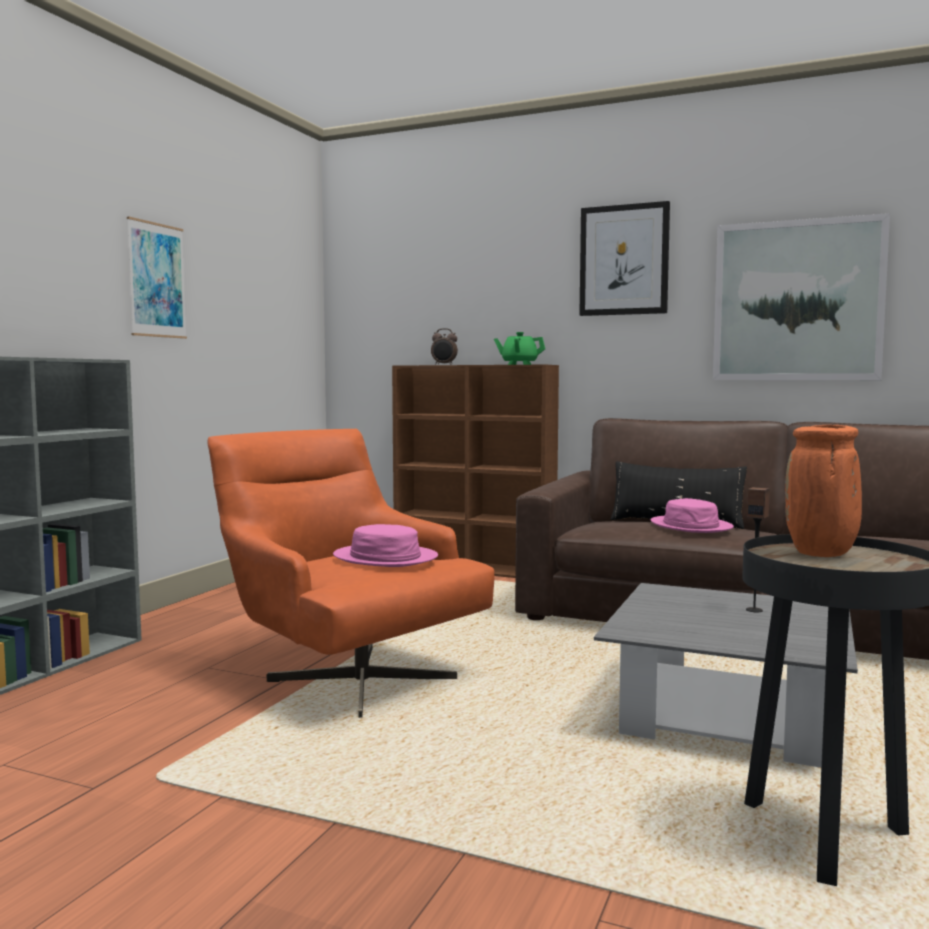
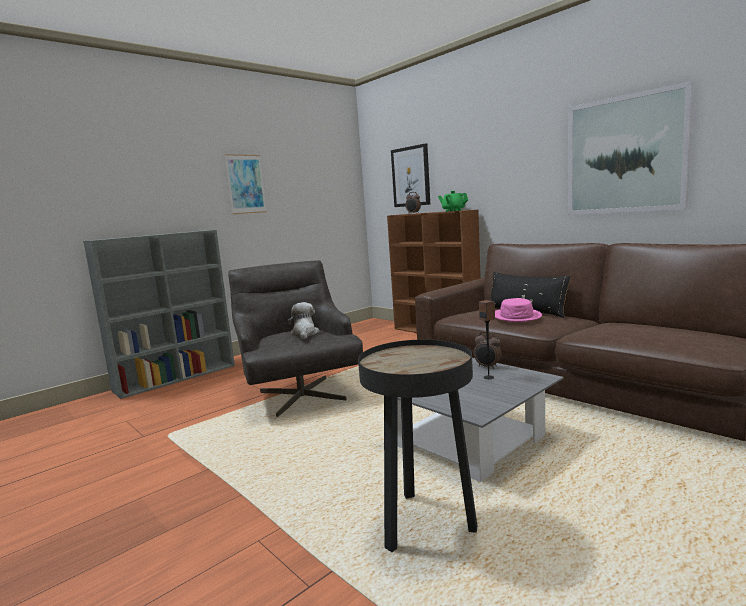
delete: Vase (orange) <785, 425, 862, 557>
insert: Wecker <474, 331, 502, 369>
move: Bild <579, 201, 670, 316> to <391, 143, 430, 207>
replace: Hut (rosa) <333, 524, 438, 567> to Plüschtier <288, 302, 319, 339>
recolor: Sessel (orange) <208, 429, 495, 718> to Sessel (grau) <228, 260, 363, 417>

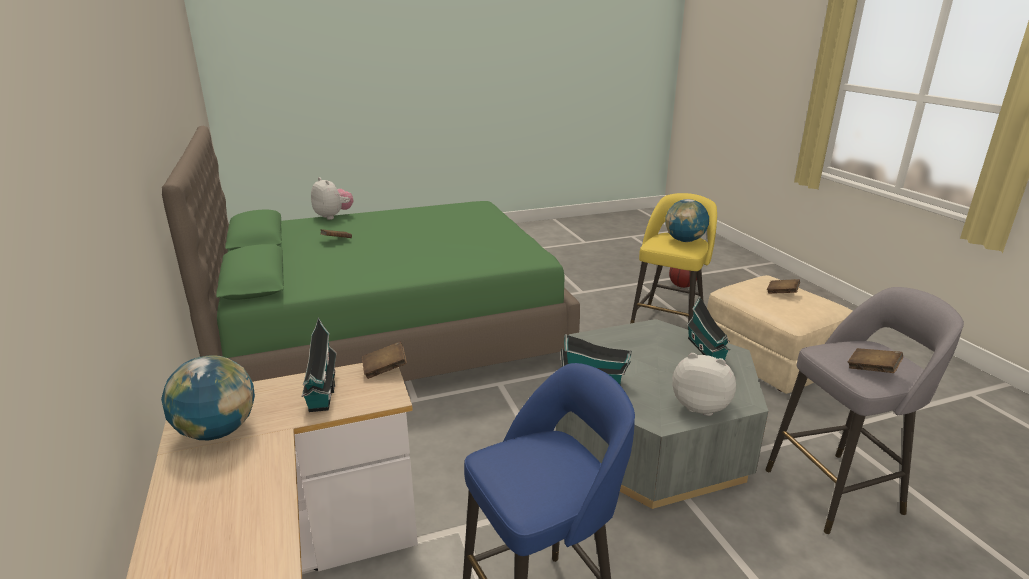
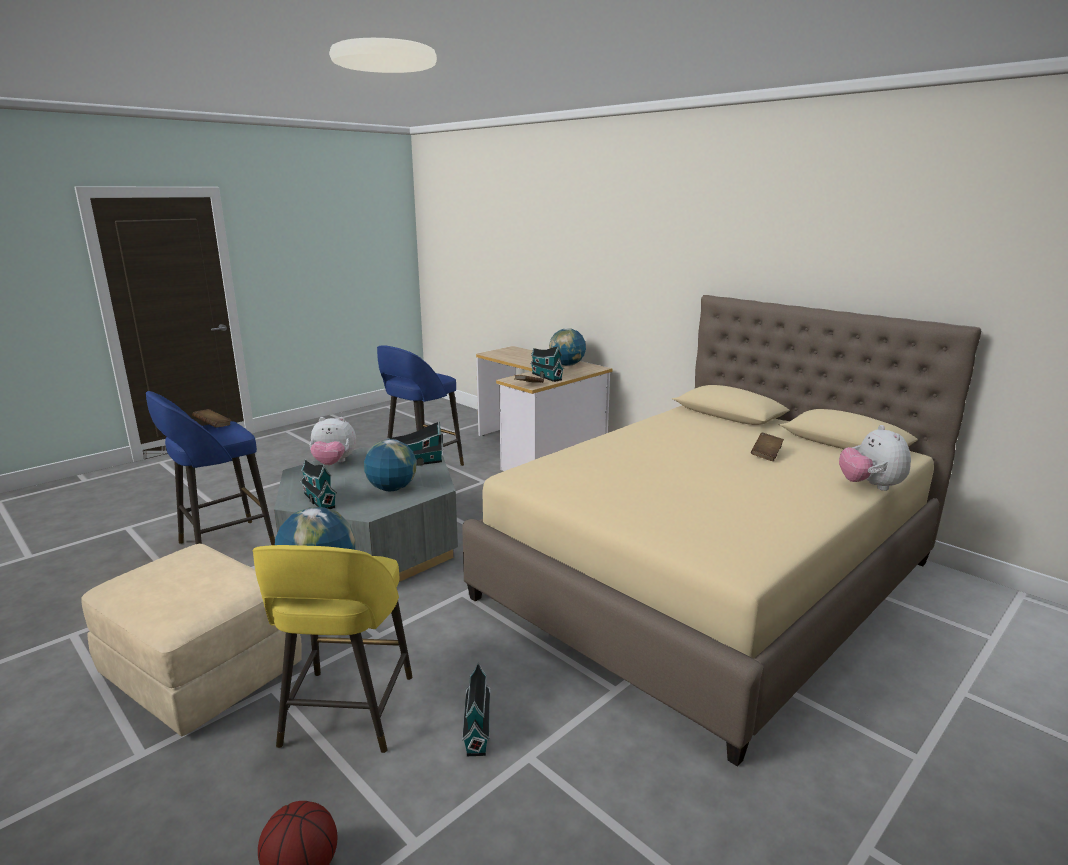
delete: Buch (braun) <767, 279, 800, 294>
insert: Globus <364, 439, 416, 491>; Spielzeughaus <462, 662, 490, 756>
recolor: Bett (grün) <162, 126, 580, 382> to Bett (beige) <463, 295, 981, 767>; Hocker (grau) <765, 287, 964, 534> to Hocker (blau) <146, 391, 275, 545>
rotate: Plüschtier <311, 177, 354, 220> = <839, 425, 911, 491> 60 degrees clockwise

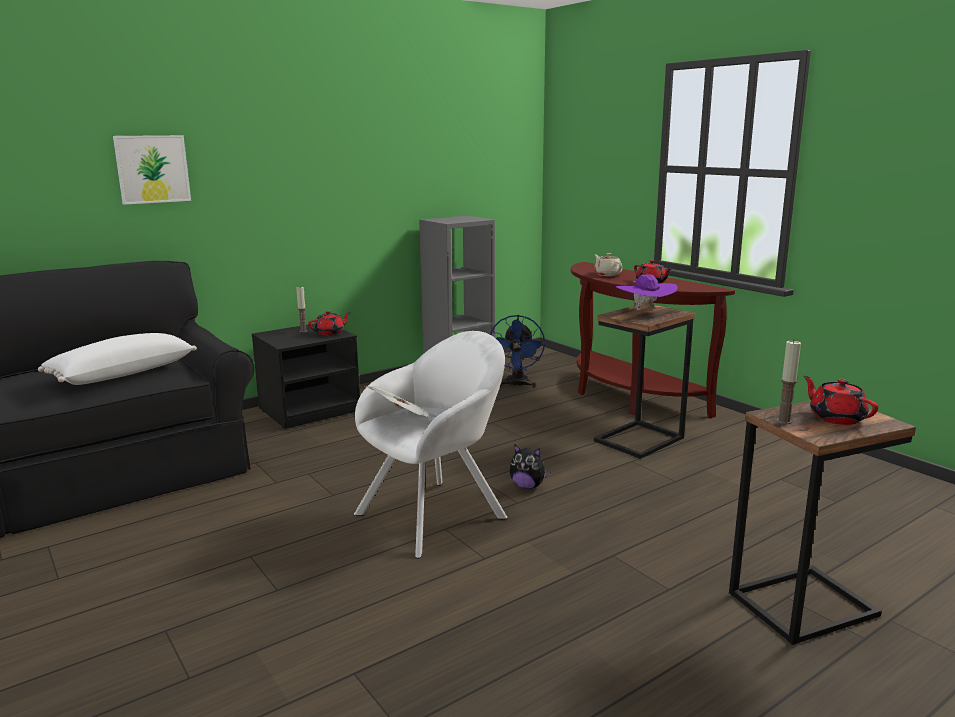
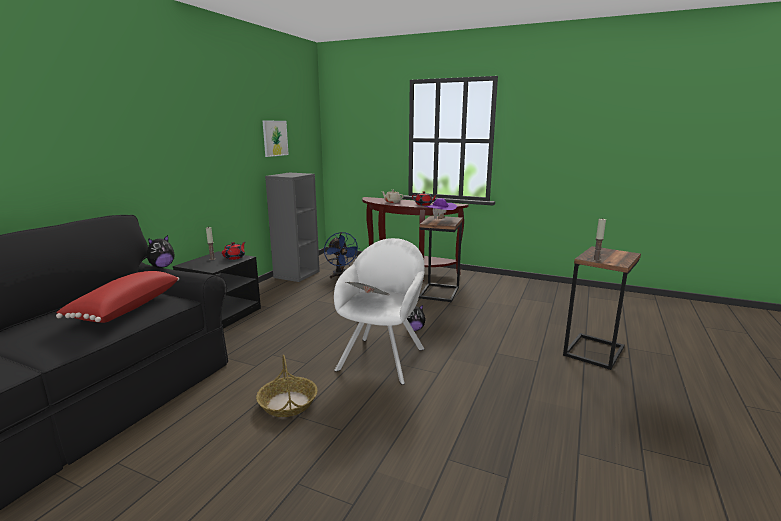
delete: Teekanne (rot) <803, 376, 878, 425>
insert: Plüschtier <147, 235, 175, 268>; Korb <256, 355, 317, 417>
move: Bild <113, 135, 191, 205> to <262, 120, 289, 157>
recolor: Kissen (weiß) <38, 333, 197, 385> to Kissen (rot) <56, 271, 179, 323>

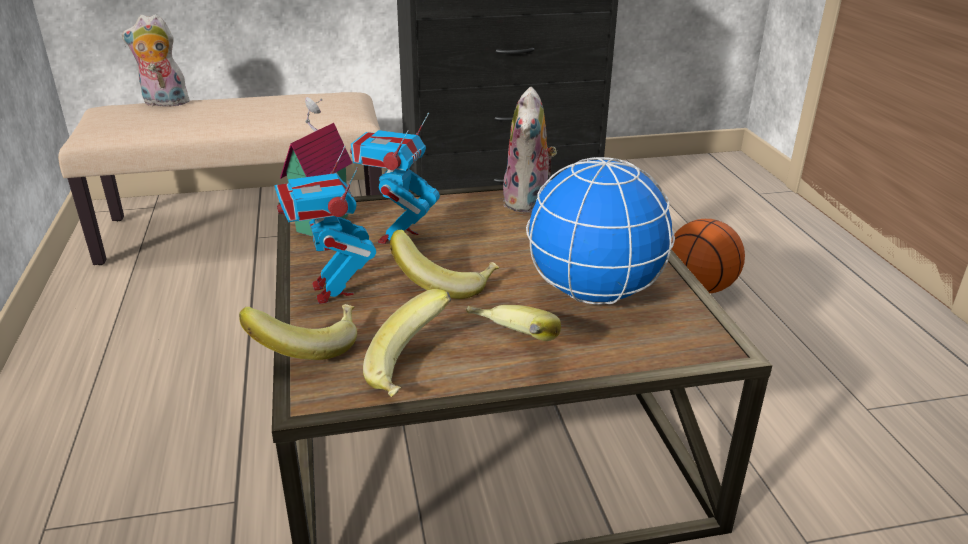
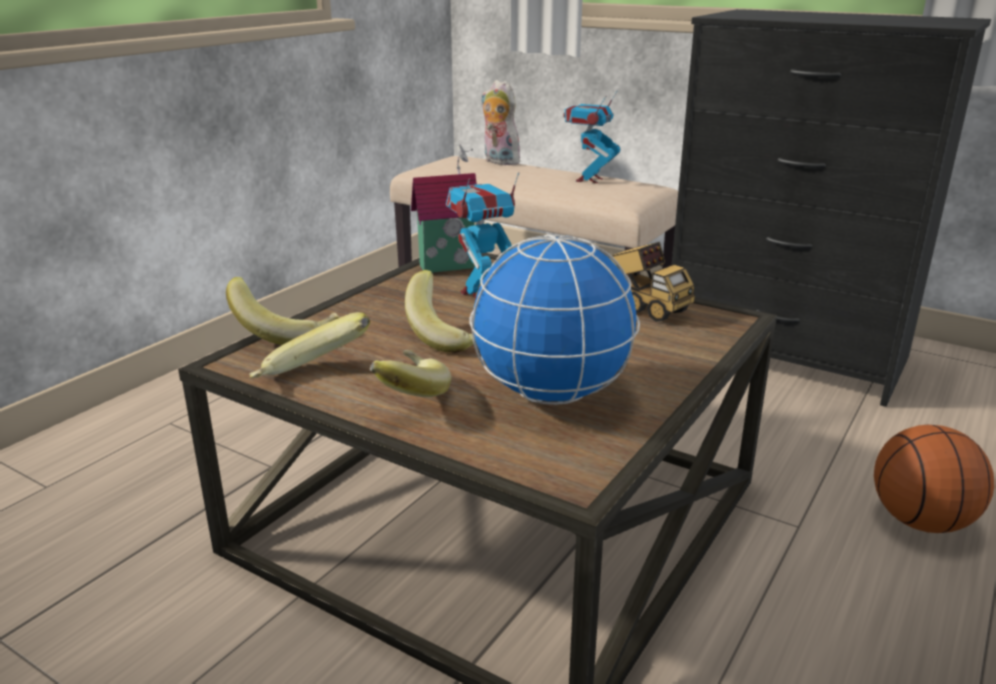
move: Spielzeugroboter <274, 146, 376, 304> to <563, 90, 620, 183>
replace: Plüschtier <503, 87, 557, 212> to Spielzeuglaster <609, 242, 695, 322>

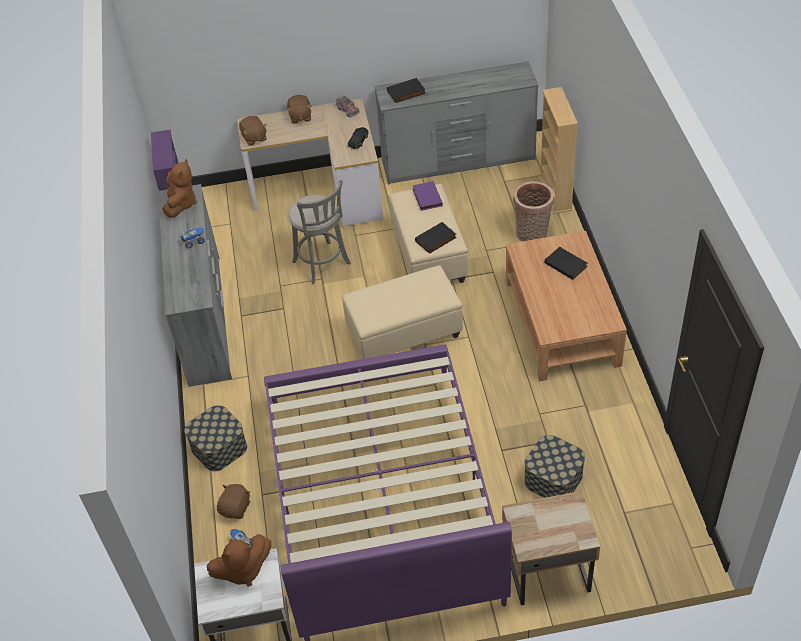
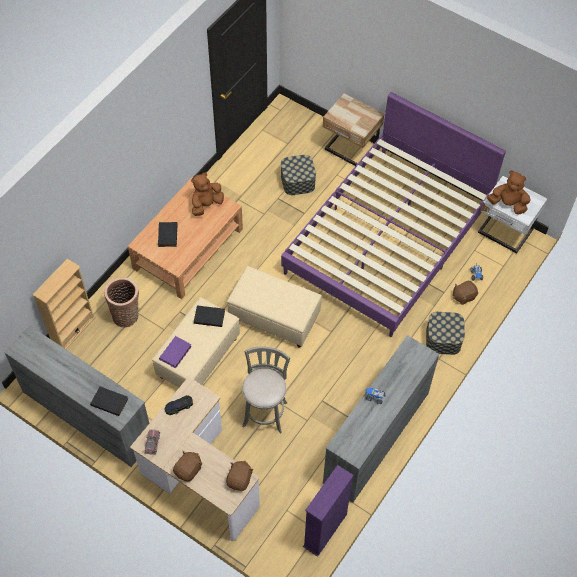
move: Plüschtier (braun) <162, 159, 197, 218> to <191, 173, 224, 216>

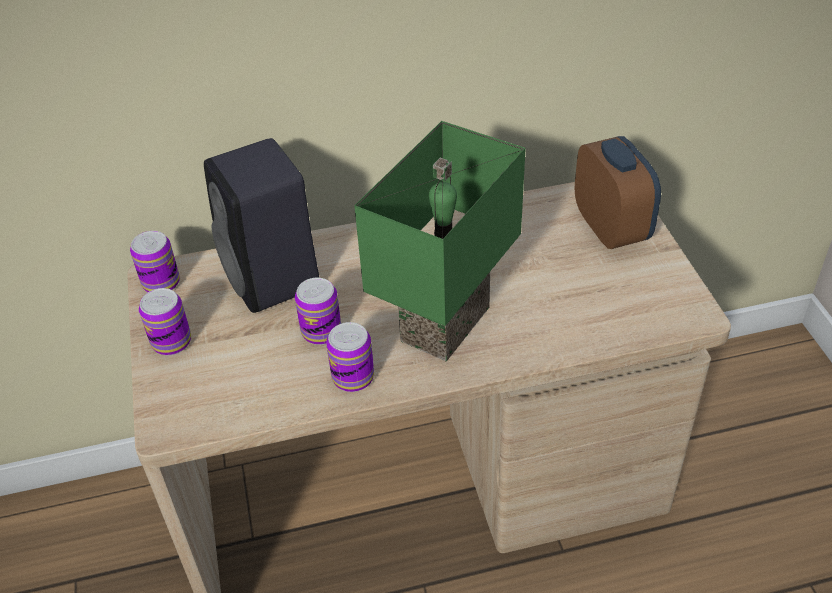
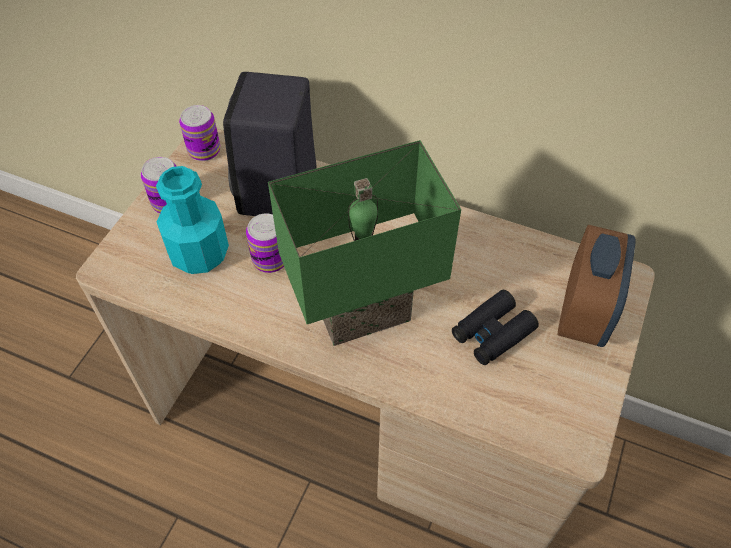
delete: Dose <326, 322, 374, 392>
insert: Flasche (türkis) <156, 166, 229, 274>; Fernglas (schwarz) <452, 290, 539, 365>

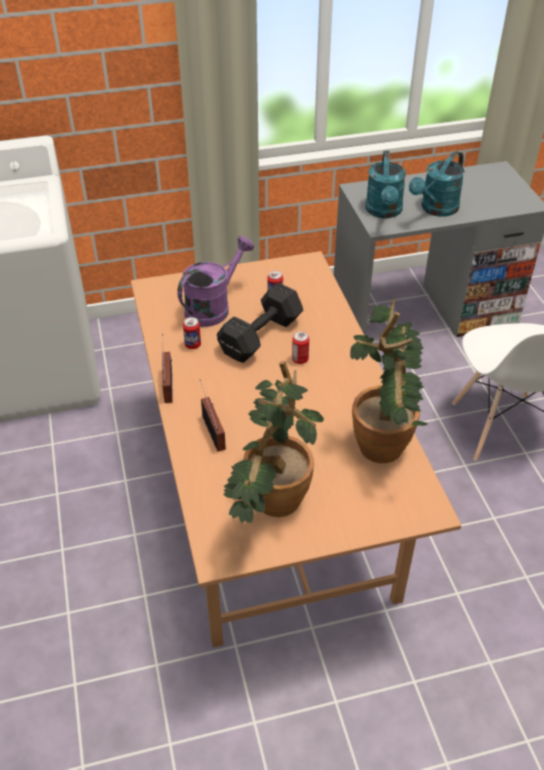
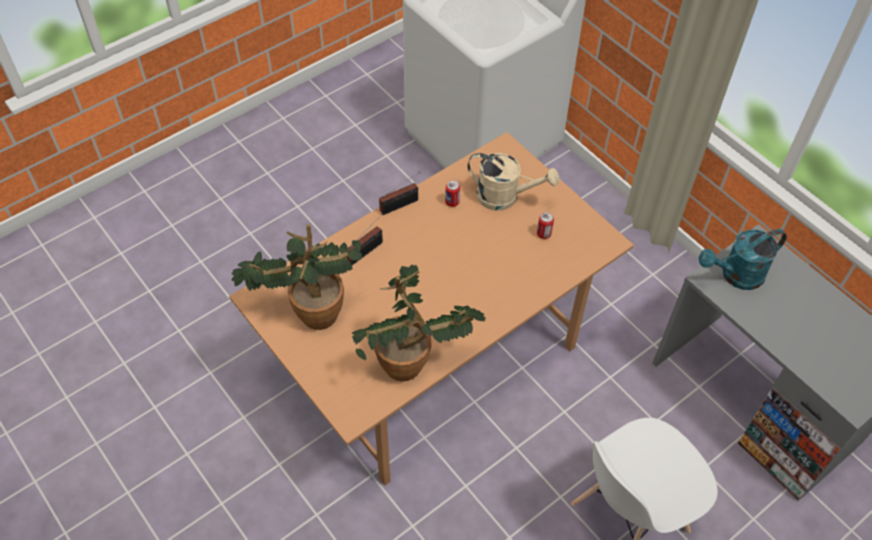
delete: Hantel (schwarz) <217, 282, 303, 363>; Dose <292, 331, 309, 364>; Gießkanne (türkis) <409, 151, 465, 217>
recolor: Gießkanne (lila) <177, 236, 254, 327> to Gießkanne (beige) <467, 153, 559, 211>

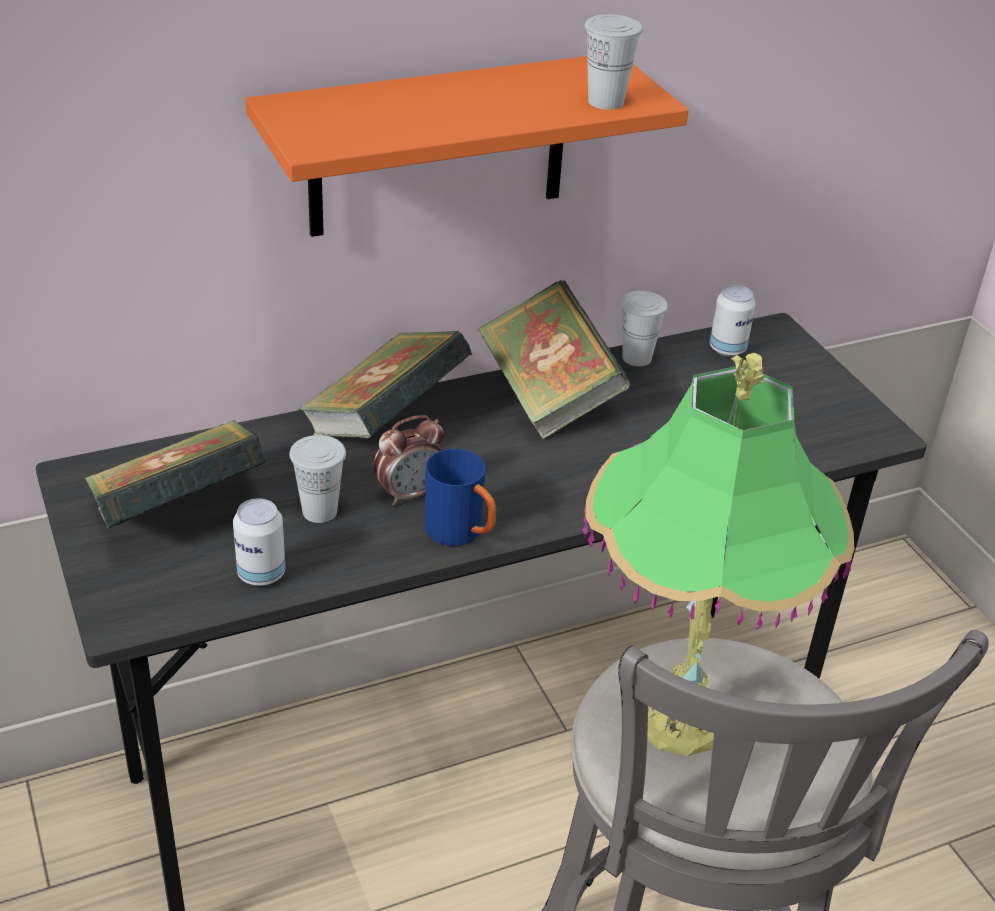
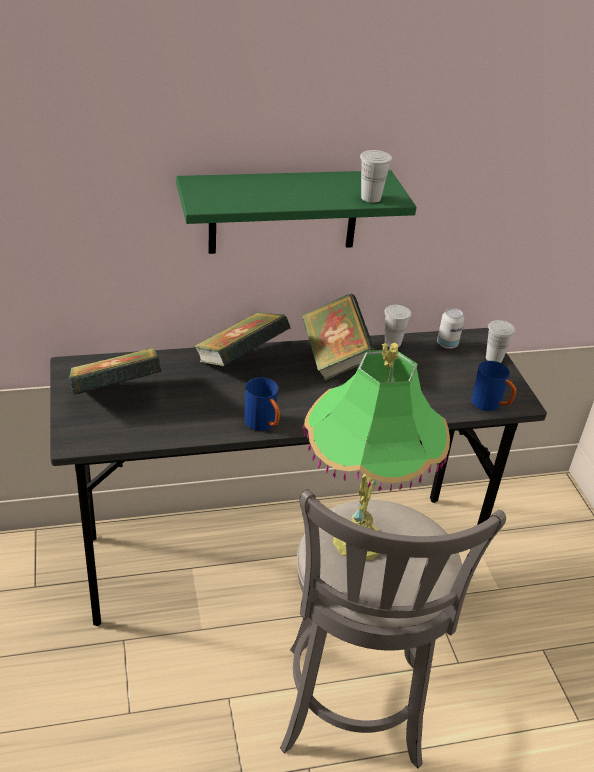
delete: Dose <233, 498, 285, 586>; Wecker <373, 415, 444, 506>
insert: Henkelbecher (blau) <471, 361, 516, 411>
move: Tasse (weiß) <289, 435, 346, 523> to <486, 320, 516, 363>
recolor: Wandregal (orange) <245, 56, 689, 237> to Wandregal (grün) <176, 170, 417, 254>

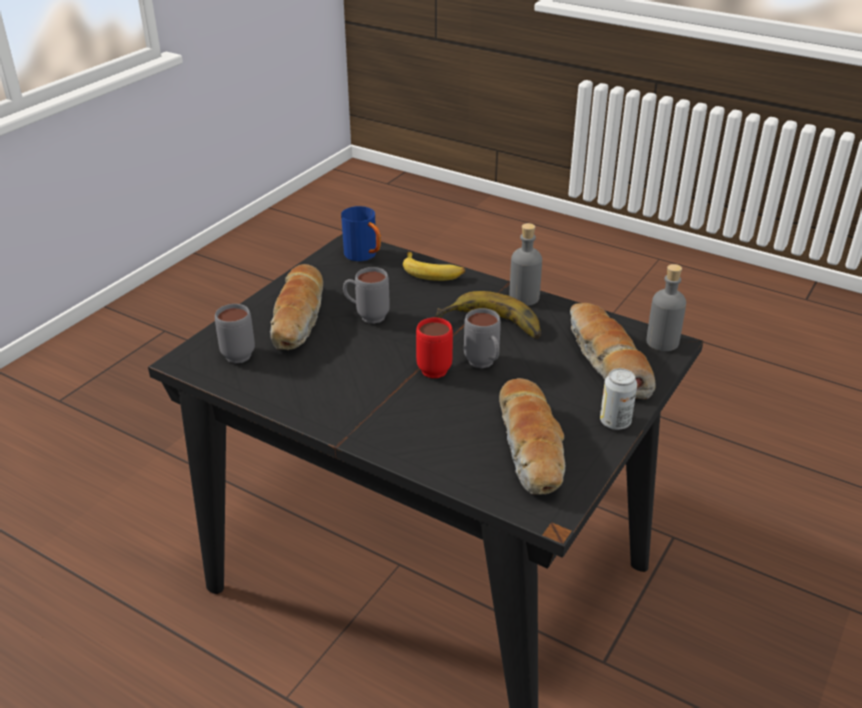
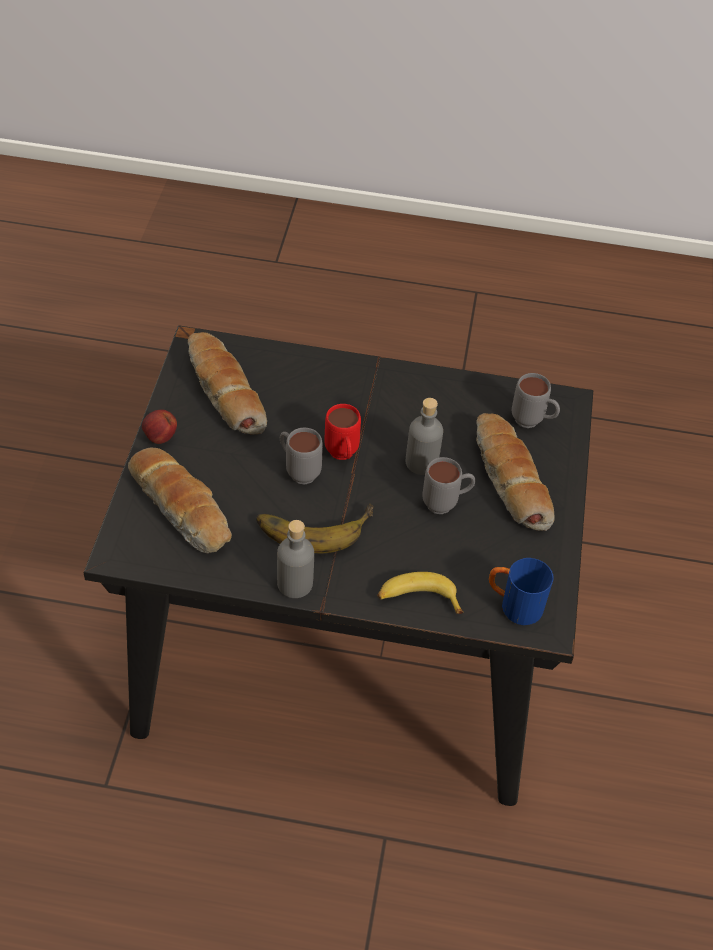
move: Flasche (grau) <646, 264, 686, 351> to <406, 398, 443, 475>
replace: Dose <600, 368, 637, 430> to Apfel <142, 410, 177, 444>

